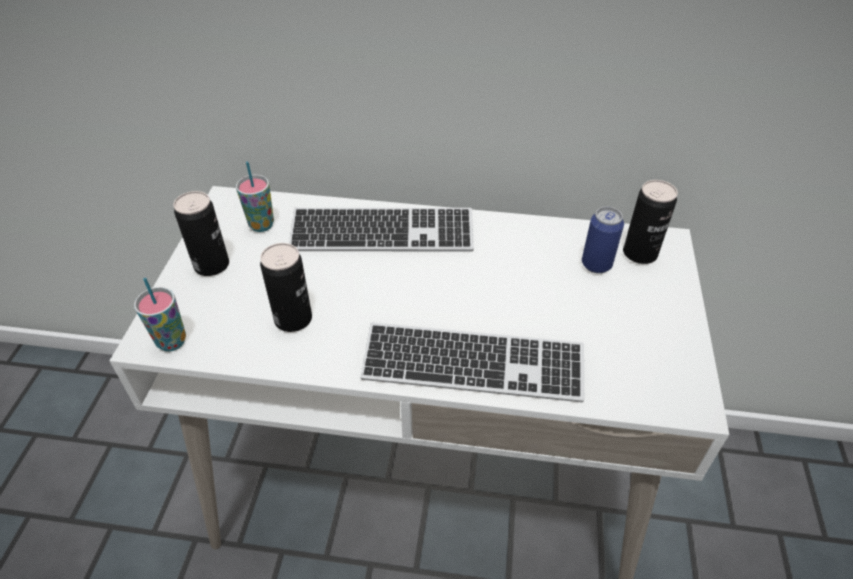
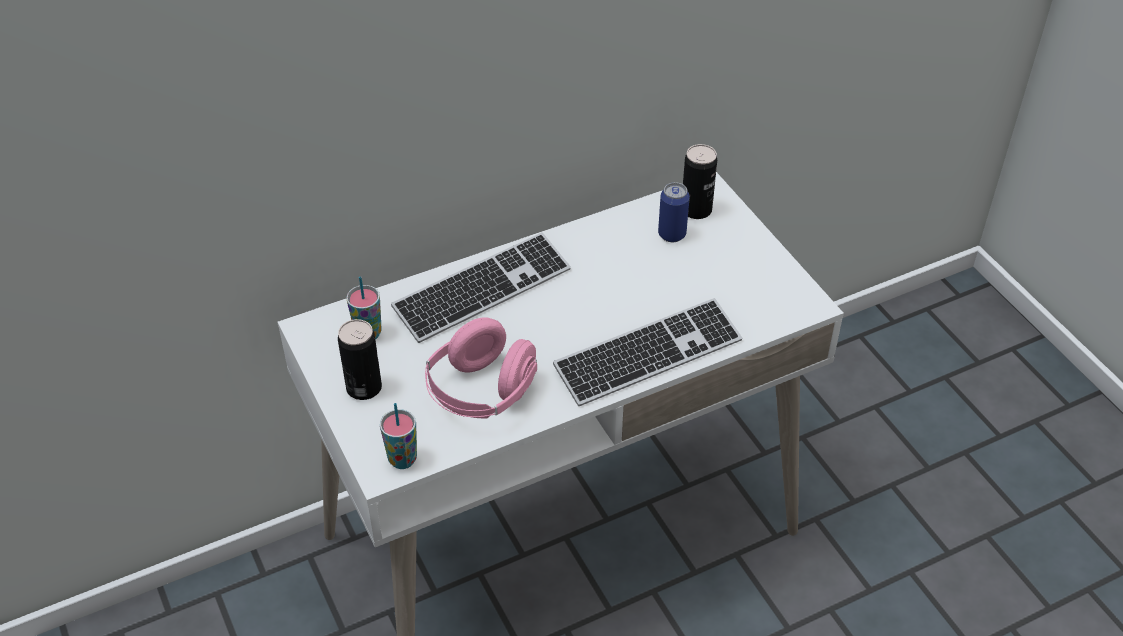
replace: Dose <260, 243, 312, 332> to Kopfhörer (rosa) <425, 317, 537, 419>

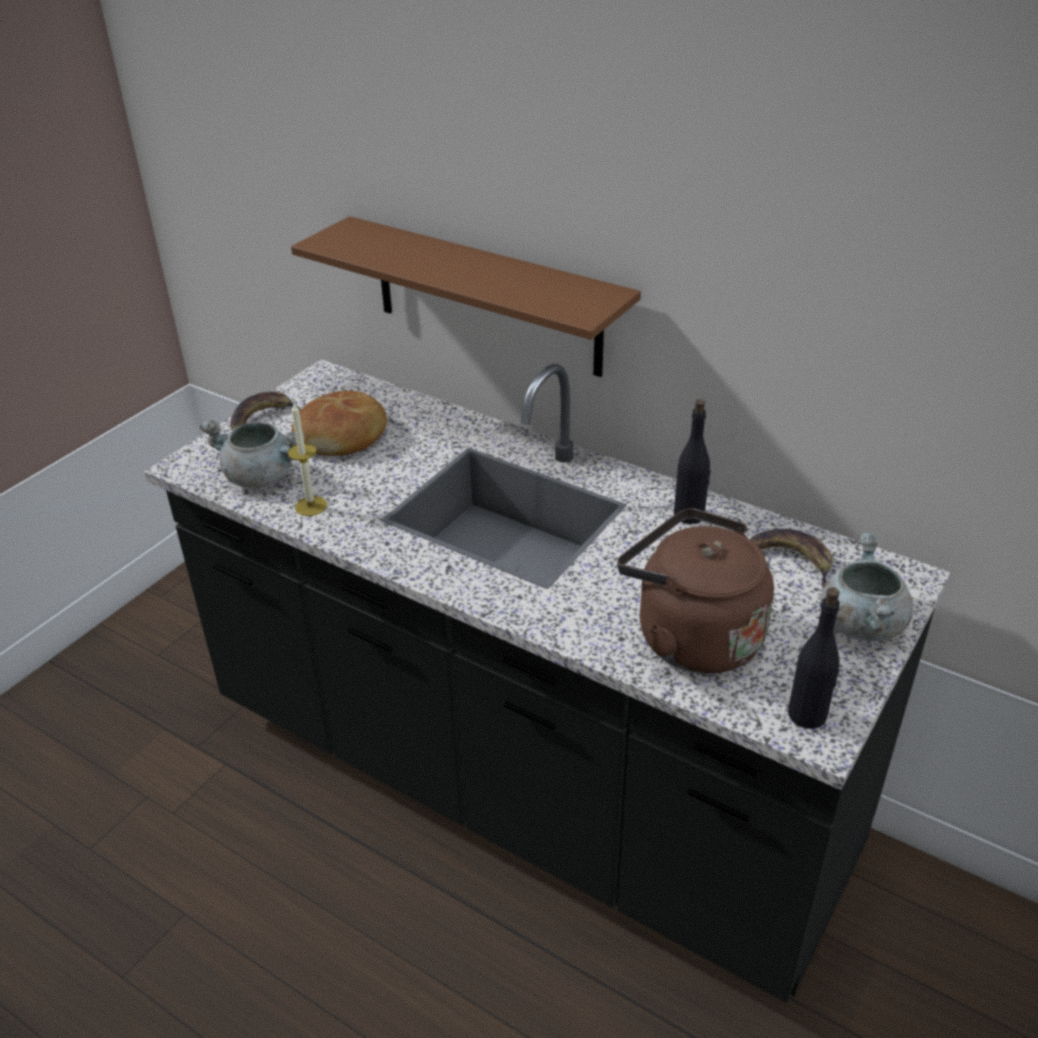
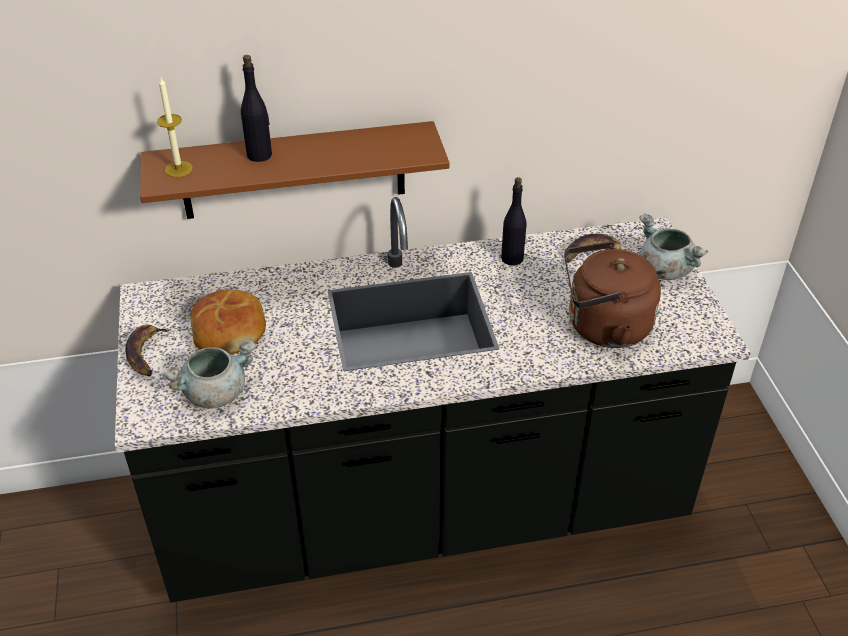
move: Kerze <288, 403, 327, 516> to <157, 76, 193, 177>; Flasche (schwarz) <788, 587, 840, 729> to <241, 55, 272, 162>

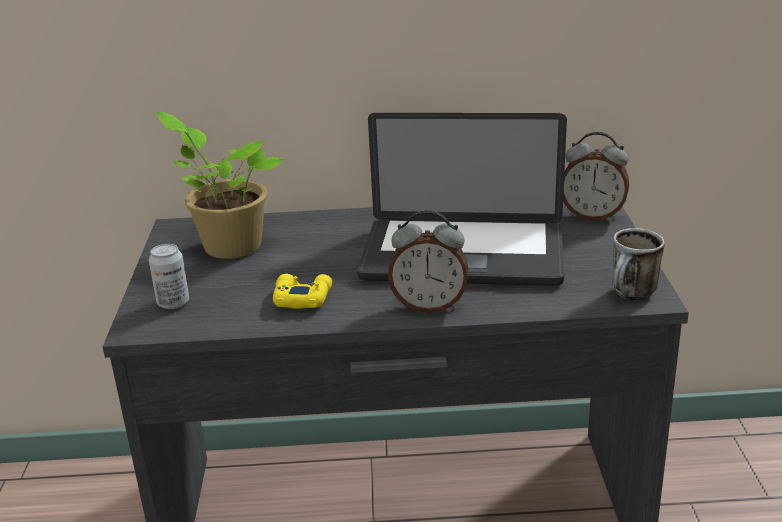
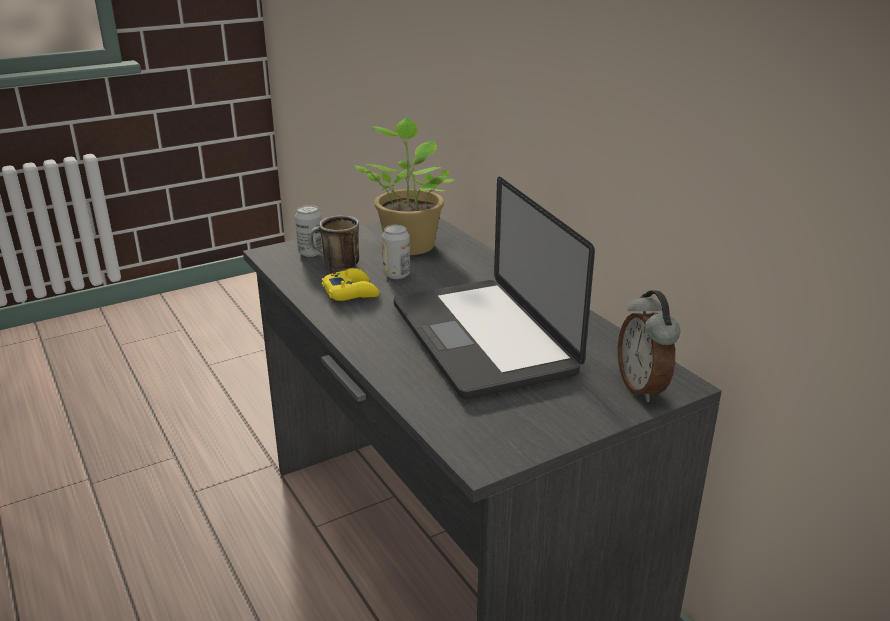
delete: Wecker <388, 210, 468, 313>
insert: Dose <382, 225, 410, 279>
move: Henkelbecher <612, 228, 665, 301> to <308, 215, 359, 272>

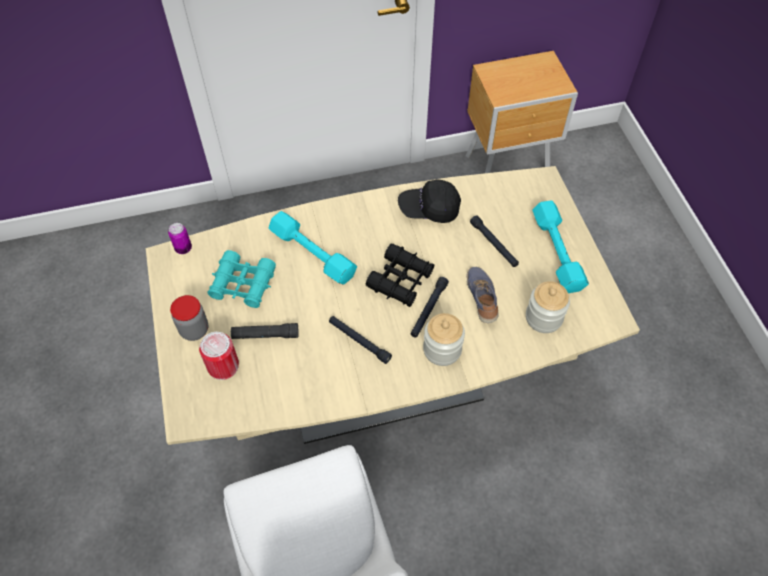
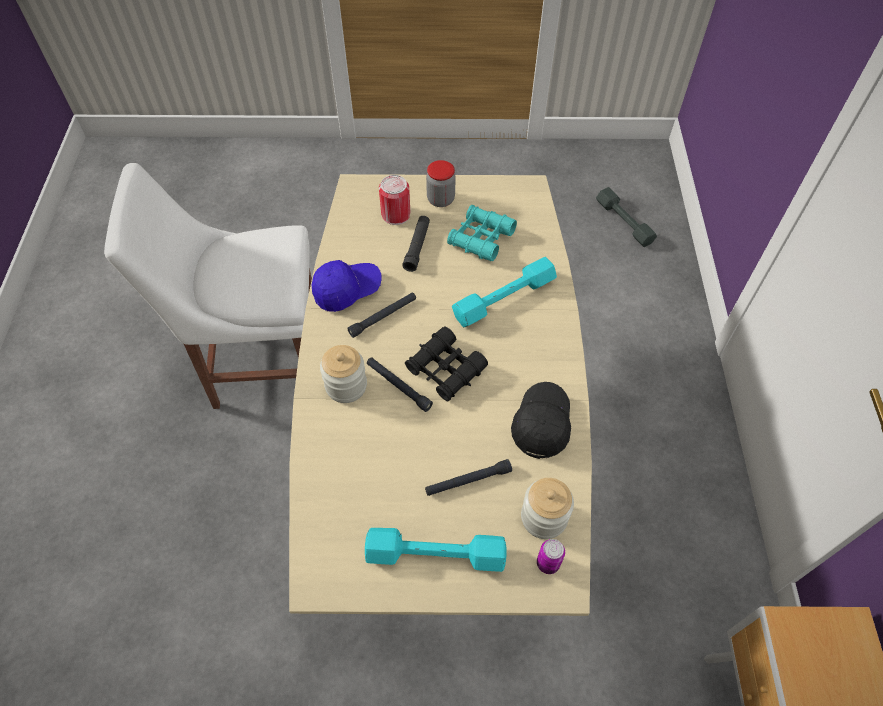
delete: Schuh <466, 267, 499, 323>
insert: Kappe (blau) <312, 260, 382, 312>; Hantel (grau) <596, 187, 657, 247>
move: Dose <168, 223, 192, 254> to <537, 539, 565, 574>; Vorratsglas <526, 281, 570, 333> to <521, 478, 574, 539>

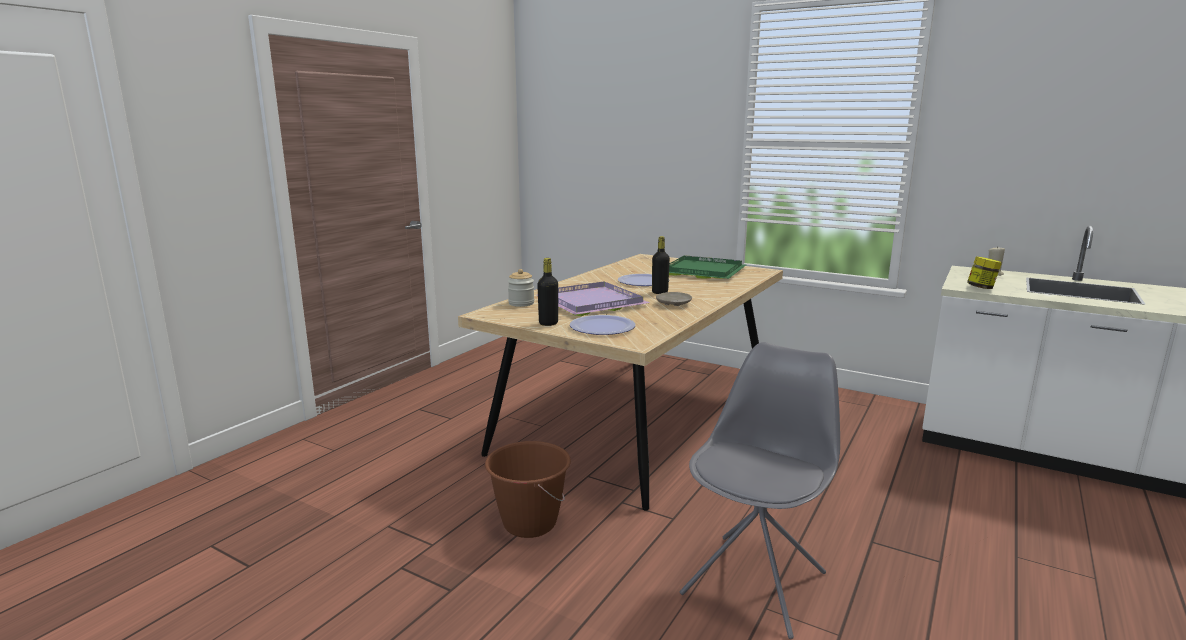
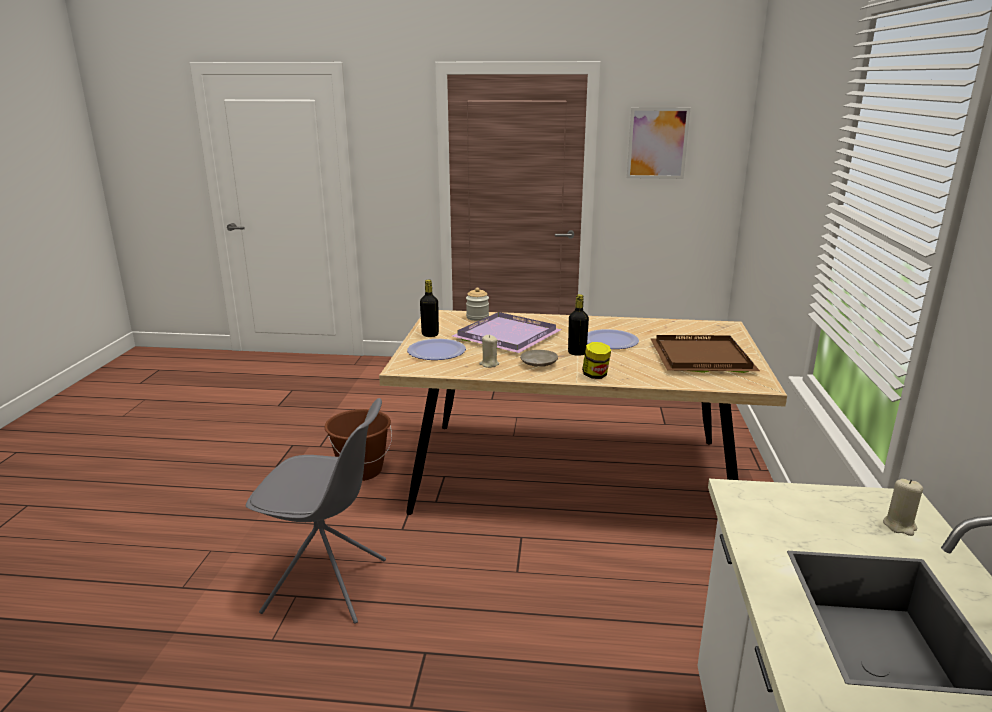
insert: Kerze (beige) <479, 335, 499, 368>; Bild <627, 107, 690, 179>
move: Vorratsglas <967, 256, 1002, 289> to <582, 342, 611, 379>
recolor: Tablett (grün) <669, 255, 746, 279> to Tablett (braun) <651, 335, 760, 373>

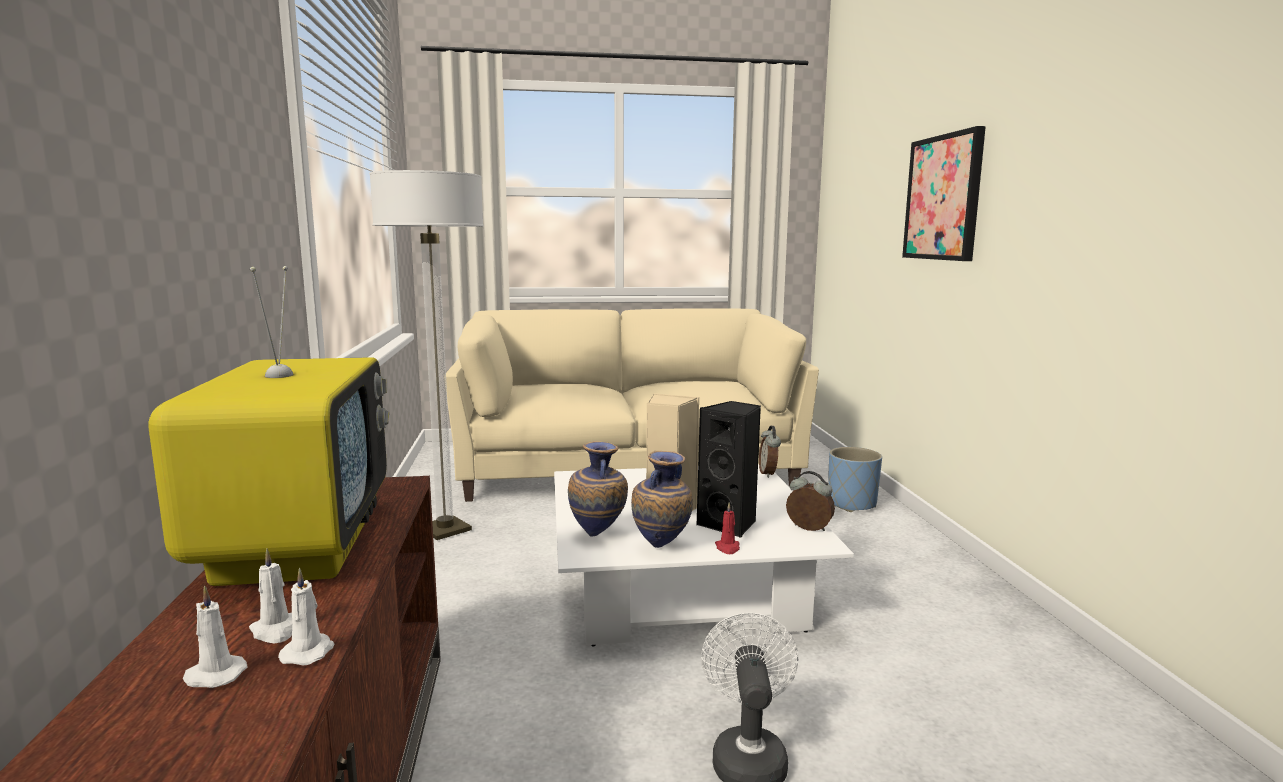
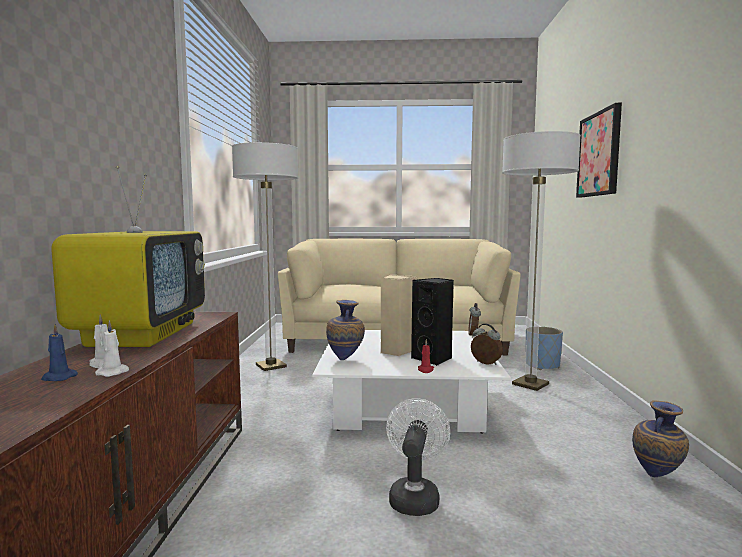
insert: Stehlampe <502, 131, 581, 391>
move: Vase <631, 451, 693, 548> to <632, 401, 689, 477>
recolor: Kerze (weiß) <183, 586, 247, 688> to Kerze (blau) <41, 324, 78, 381>

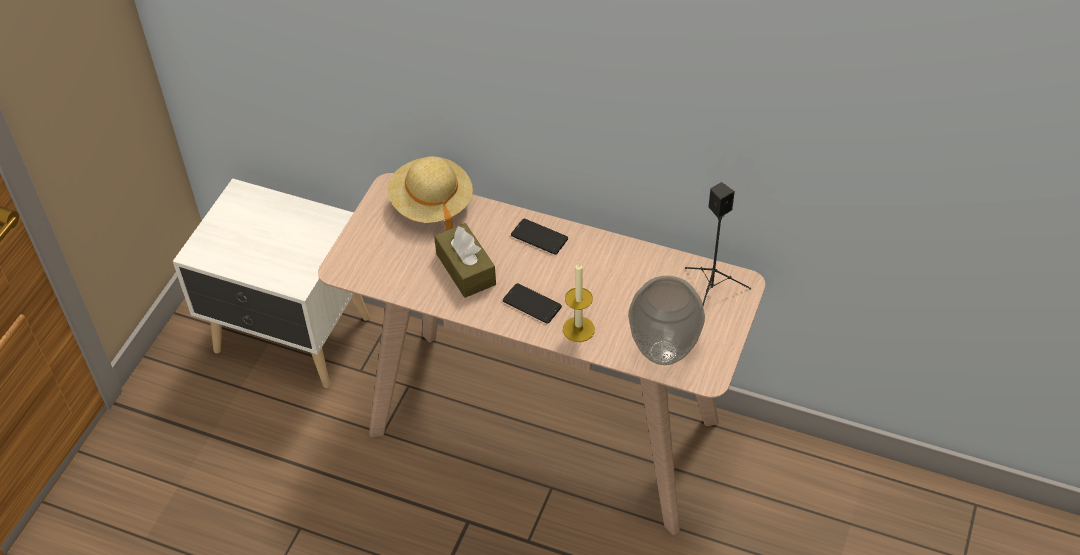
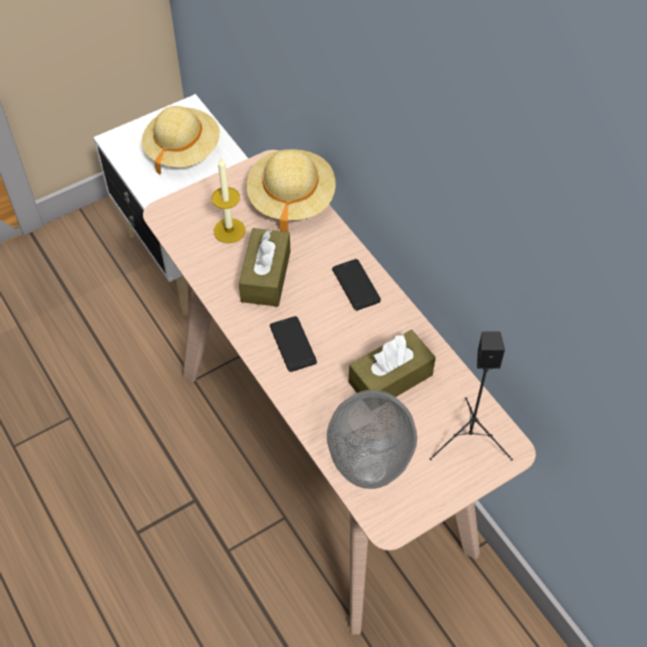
insert: Hut (beige) <142, 106, 220, 175>; Taschentuchbox (braun) <349, 330, 436, 397>
move: Kerze <563, 262, 595, 342> to <212, 158, 246, 243>

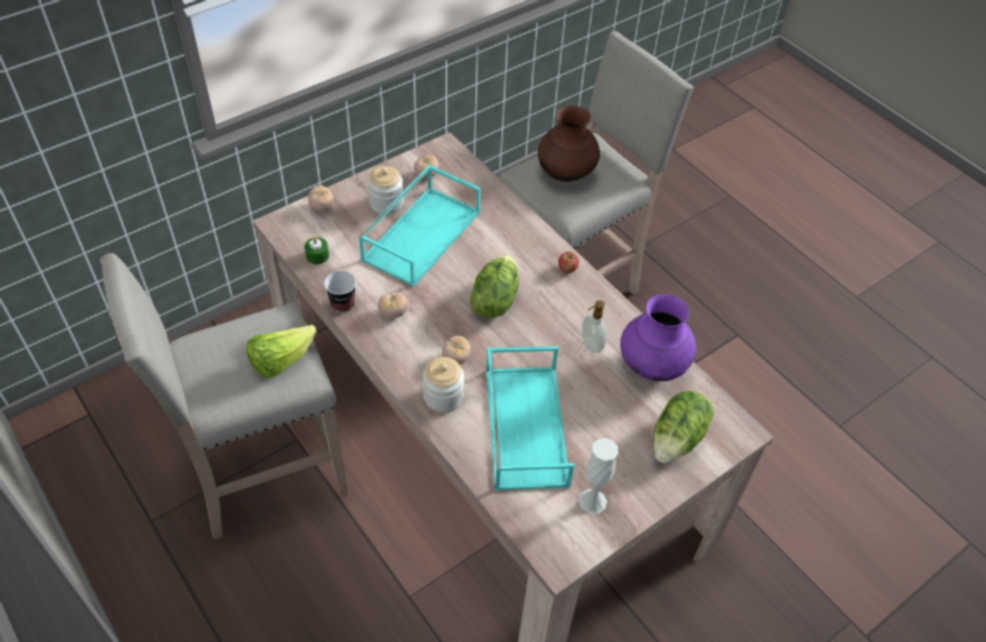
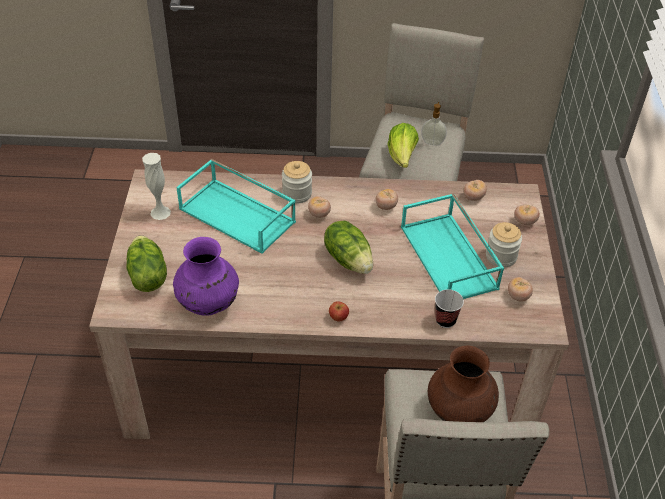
move: Tasse <324, 271, 356, 313> to <435, 289, 464, 328>; Seifenspender <582, 300, 608, 353> to <421, 102, 447, 146>
replace: Kerze (grün) <304, 236, 329, 264> to Tomate <463, 180, 487, 201>

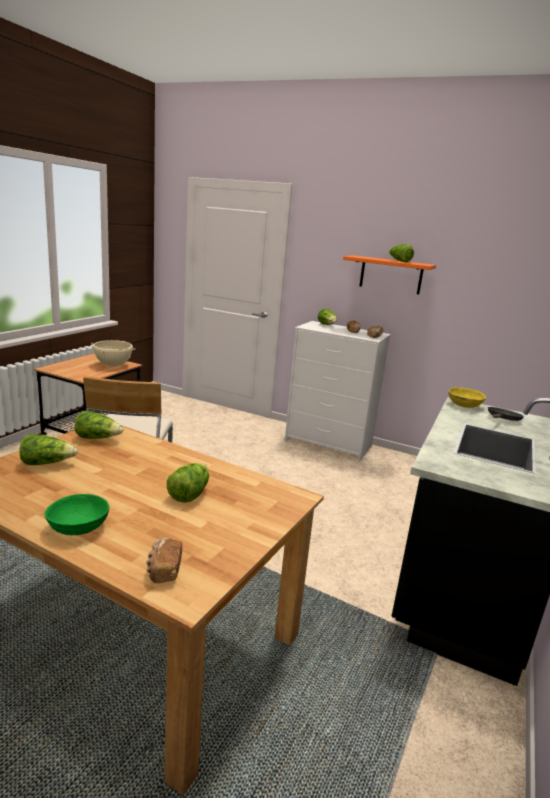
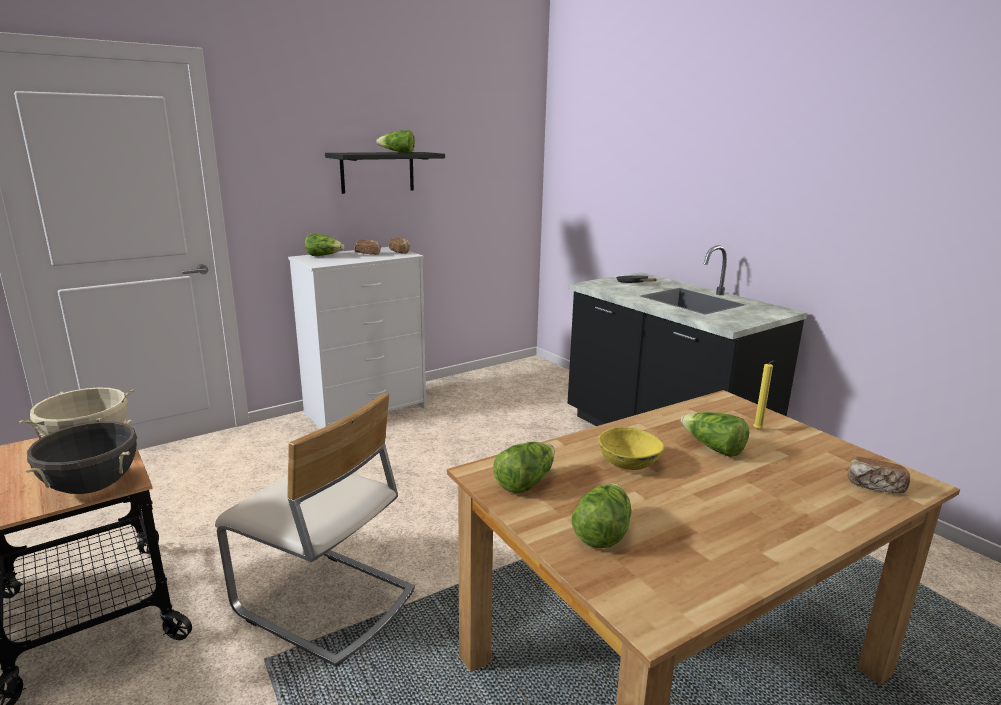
delete: Schüssel (grün) <45, 494, 109, 535>
insert: Kochtopf (schwarz) <26, 419, 137, 494>; Kerze (gelb) <753, 360, 777, 430>
move: Schüssel (gelb) <448, 387, 486, 408> to <599, 427, 664, 470>
recolor: Wandregal (orange) <343, 255, 436, 294> to Wandregal (schwarz) <325, 152, 445, 194>

